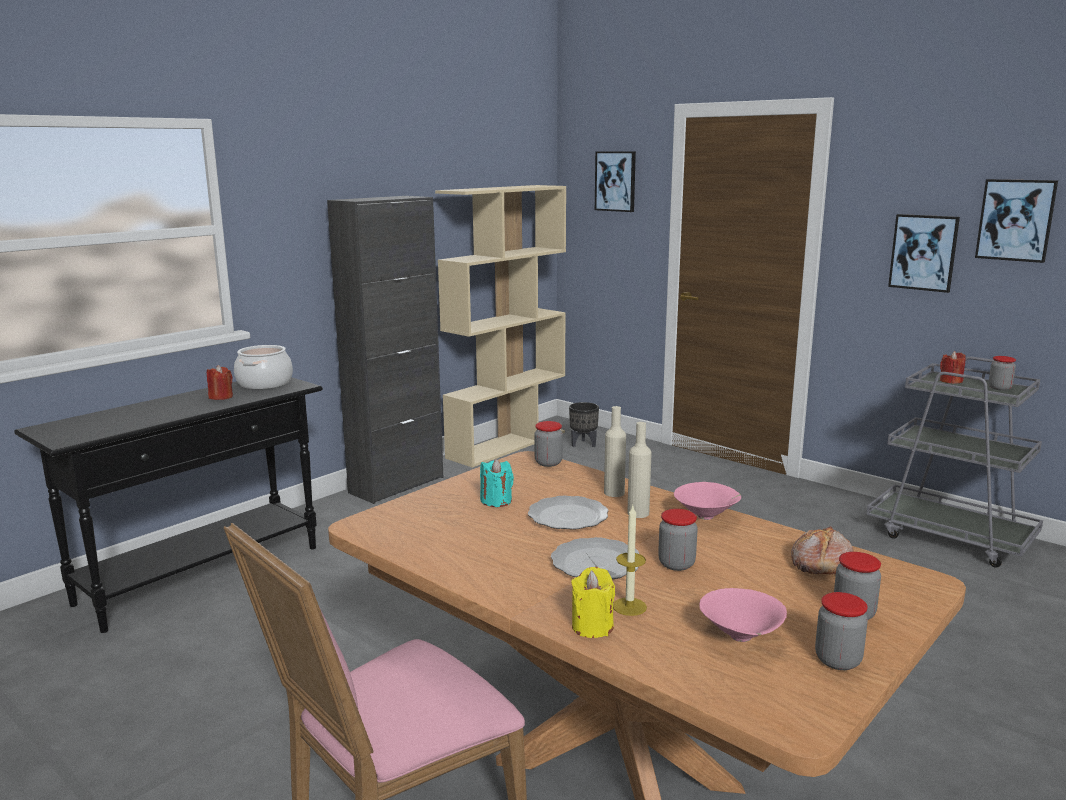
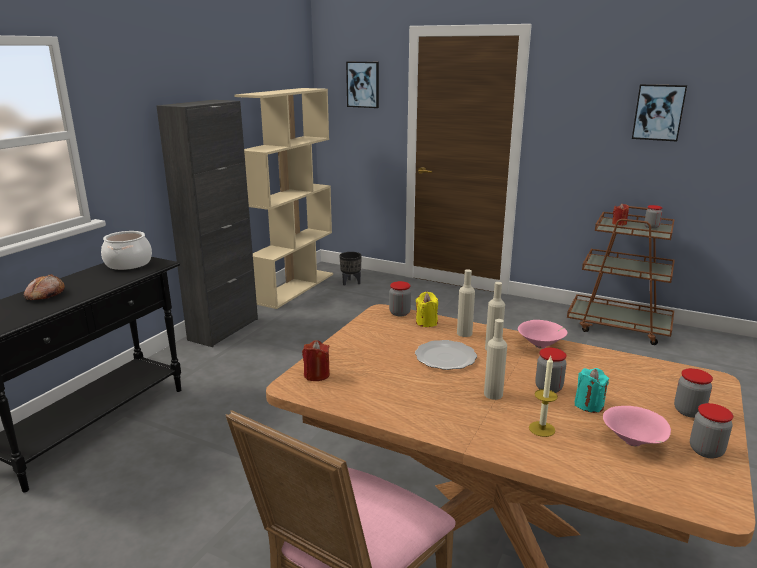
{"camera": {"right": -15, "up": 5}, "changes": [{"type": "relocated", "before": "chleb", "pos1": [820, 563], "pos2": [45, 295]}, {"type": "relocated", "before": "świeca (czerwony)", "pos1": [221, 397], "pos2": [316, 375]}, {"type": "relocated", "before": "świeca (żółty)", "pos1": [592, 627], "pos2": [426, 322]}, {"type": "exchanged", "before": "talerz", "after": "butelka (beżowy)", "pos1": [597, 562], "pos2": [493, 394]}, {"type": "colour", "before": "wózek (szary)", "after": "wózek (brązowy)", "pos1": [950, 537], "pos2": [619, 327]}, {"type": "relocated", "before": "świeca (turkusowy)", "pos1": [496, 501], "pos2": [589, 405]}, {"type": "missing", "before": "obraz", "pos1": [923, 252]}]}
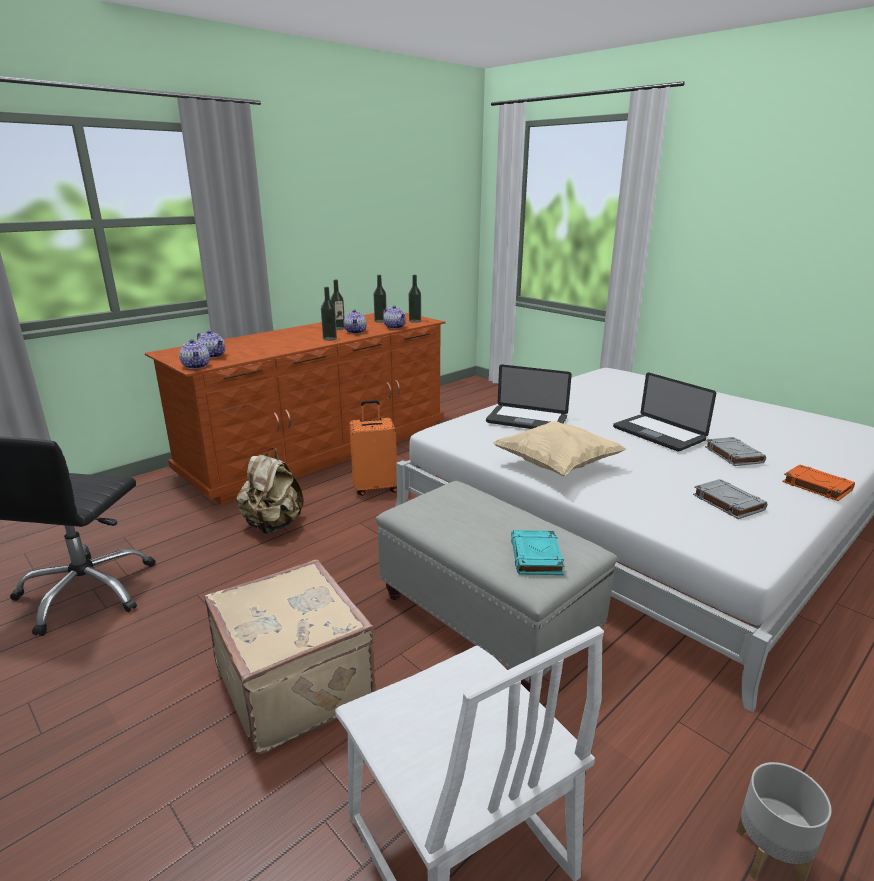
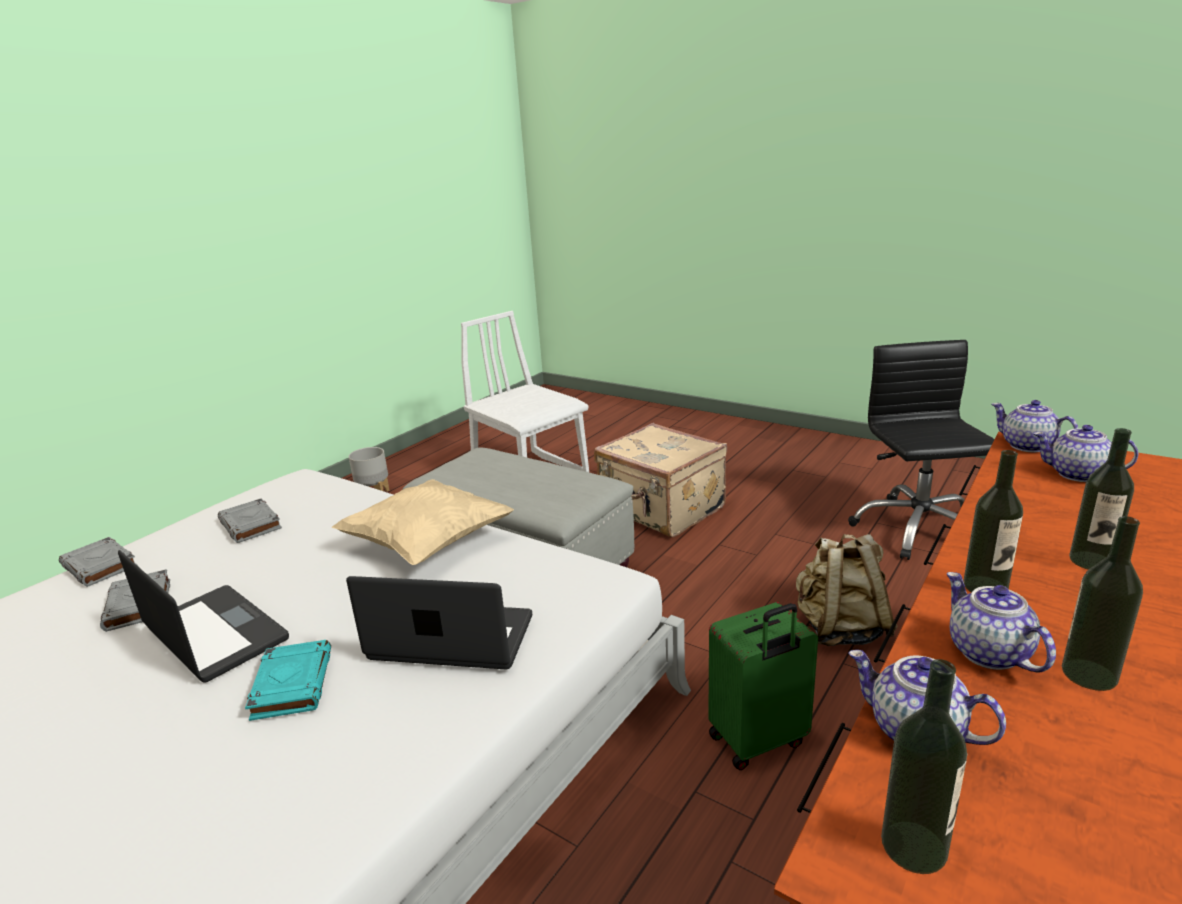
{"camera": {"right": 170, "up": 0}, "changes": [{"type": "colour", "before": "książka (pomarańczowy)", "after": "książka (szary)", "pos1": [816, 486], "pos2": [100, 566]}, {"type": "relocated", "before": "książka (turkusowy)", "pos1": [536, 557], "pos2": [292, 684]}, {"type": "colour", "before": "walizka (pomarańczowy)", "after": "walizka (zielony)", "pos1": [375, 487], "pos2": [758, 741]}, {"type": "relocated", "before": "butelka", "pos1": [380, 321], "pos2": [1091, 561]}]}
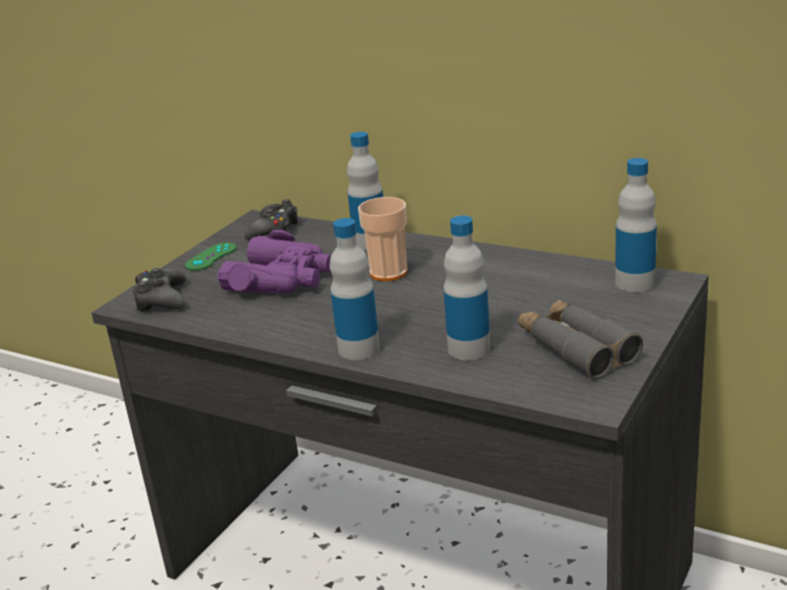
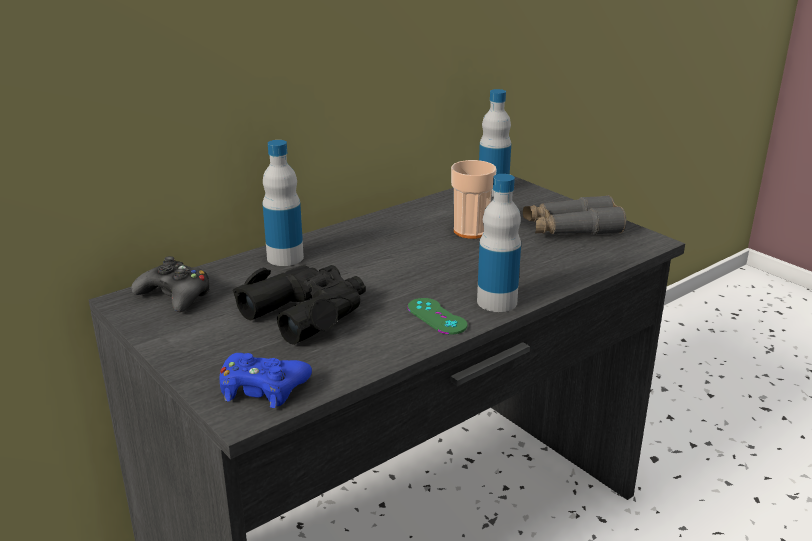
{"camera": {"right": -70, "up": 0}, "changes": [{"type": "colour", "before": "pad do gier (czarny)", "after": "pad do gier (niebieski)", "pos1": [161, 300], "pos2": [262, 388]}, {"type": "colour", "before": "lornetka (fioletowy)", "after": "lornetka (czarny)", "pos1": [282, 279], "pos2": [307, 312]}, {"type": "relocated", "before": "pad do gier (zielony)", "pos1": [211, 257], "pos2": [437, 316]}, {"type": "relocated", "before": "filiżanka", "pos1": [388, 273], "pos2": [471, 231]}, {"type": "missing", "before": "butelka", "pos1": [469, 349]}]}
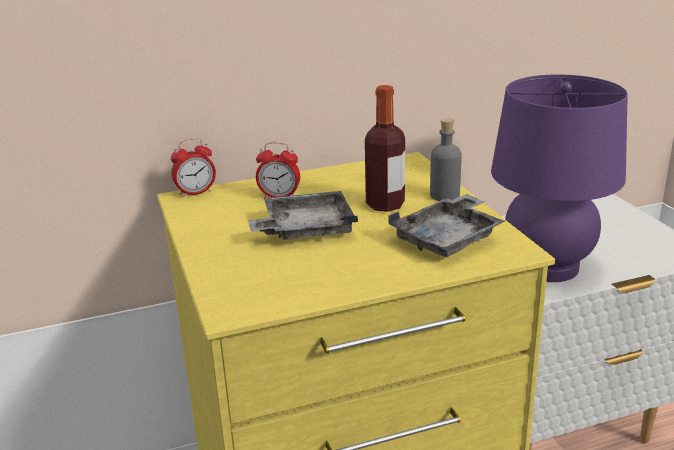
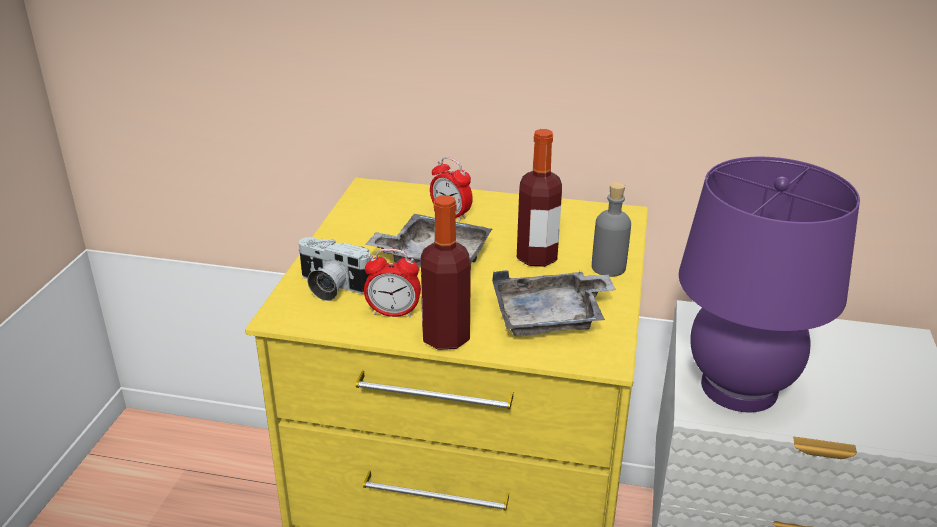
{"camera": {"right": 30, "up": 5}, "changes": [{"type": "appeared", "after": "aparat fotograficzny", "pos2": [331, 287]}, {"type": "relocated", "before": "budzik", "pos1": [196, 193], "pos2": [393, 313]}, {"type": "appeared", "after": "butelka", "pos2": [445, 337]}]}
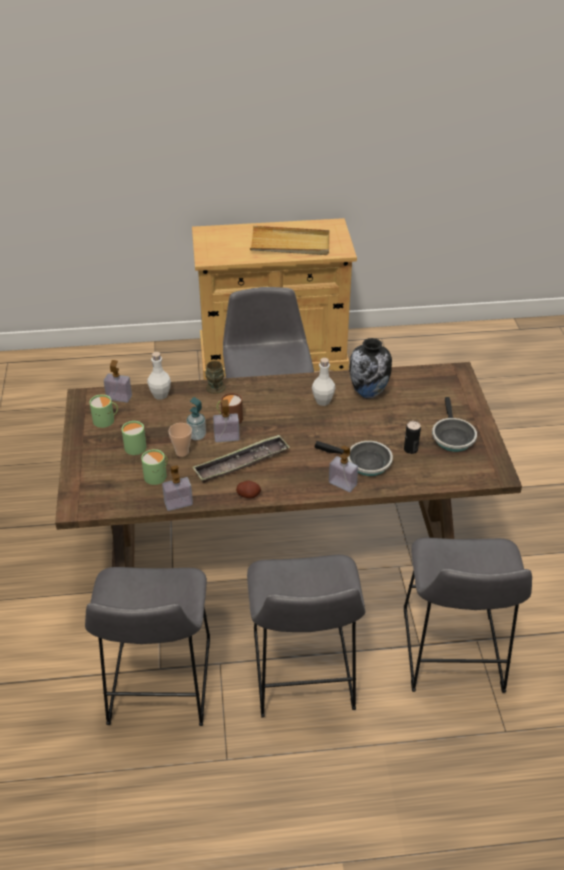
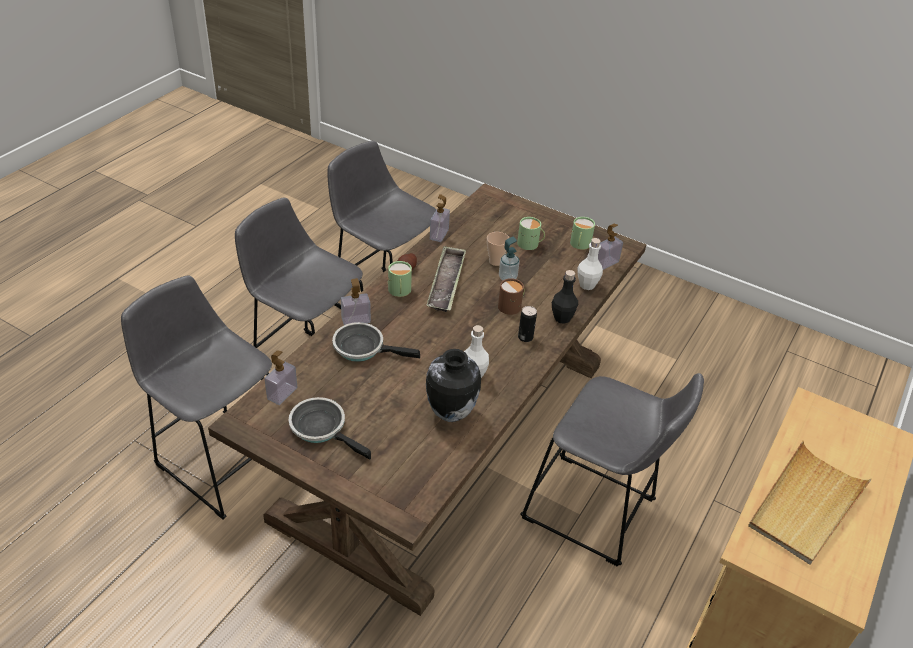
{"camera": {"right": 125, "up": 0}, "changes": [{"type": "relocated", "before": "dozownik mydła", "pos1": [226, 437], "pos2": [282, 393]}, {"type": "spun", "before": "patelnia", "pos1": [364, 462], "pos2": [363, 348], "turn": 45}, {"type": "relocated", "before": "kubek (zielony)", "pos1": [157, 475], "pos2": [399, 291]}, {"type": "relocated", "before": "puszka", "pos1": [410, 449], "pos2": [525, 337]}, {"type": "exchanged", "before": "kubek (brązowy)", "after": "butelka (czarny)", "pos1": [215, 390], "pos2": [562, 318]}]}
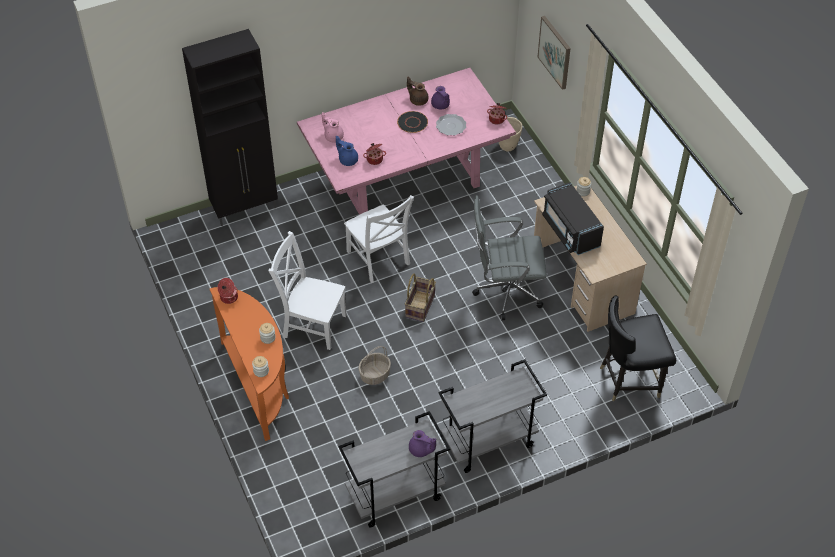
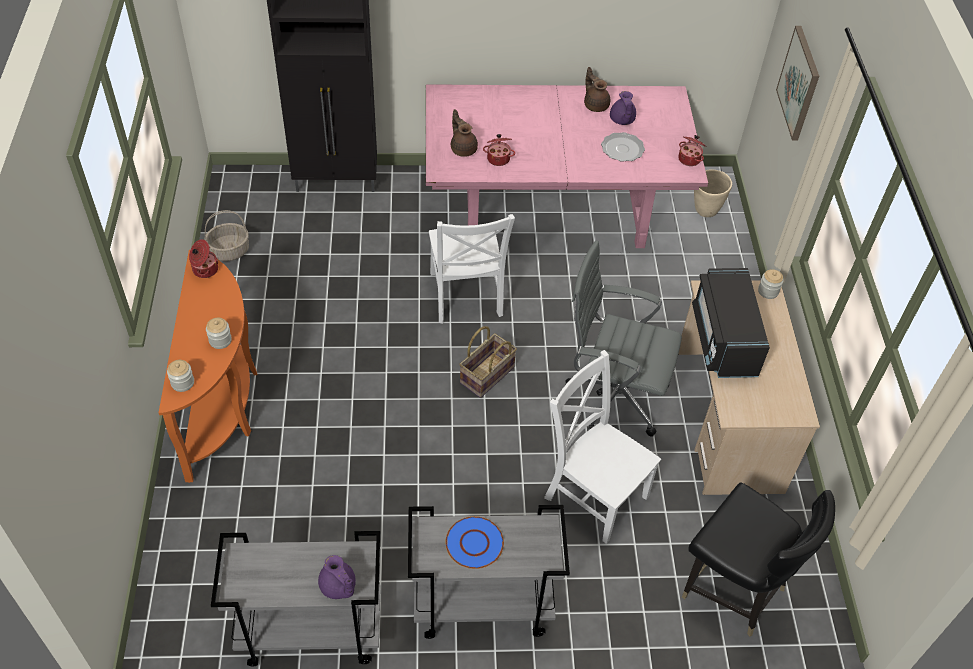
{"camera": {"right": 20, "up": 0}, "changes": [{"type": "relocated", "before": "koszyk", "pos1": [375, 374], "pos2": [229, 251]}, {"type": "appeared", "after": "talerz (niebieski)", "pos2": [474, 543]}, {"type": "colour", "before": "imbryk (niebieski)", "after": "imbryk (brązowy)", "pos1": [347, 160], "pos2": [463, 148]}, {"type": "relocated", "before": "krzesło (biały)", "pos1": [312, 324], "pos2": [593, 493]}, {"type": "spun", "before": "krzesło (czarny)", "pos1": [629, 379], "pos2": [734, 589], "turn": -150}, {"type": "missing", "before": "imbryk (różowy)", "pos1": [333, 136]}, {"type": "missing", "before": "talerz (czarny)", "pos1": [412, 122]}]}
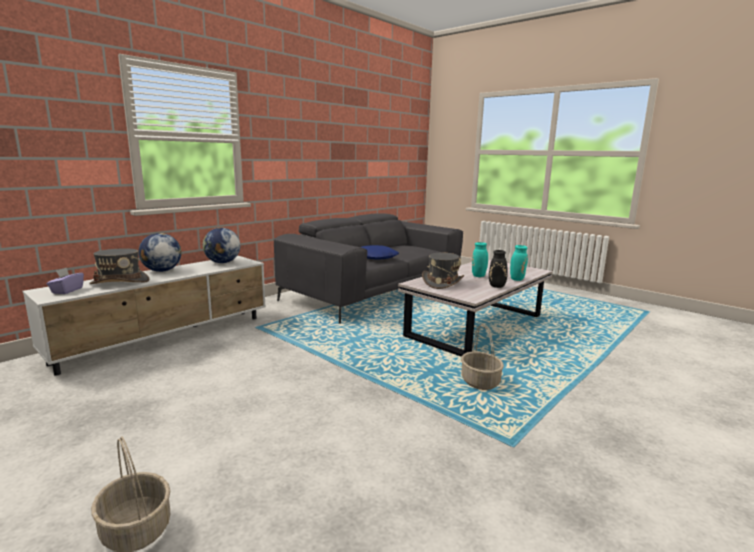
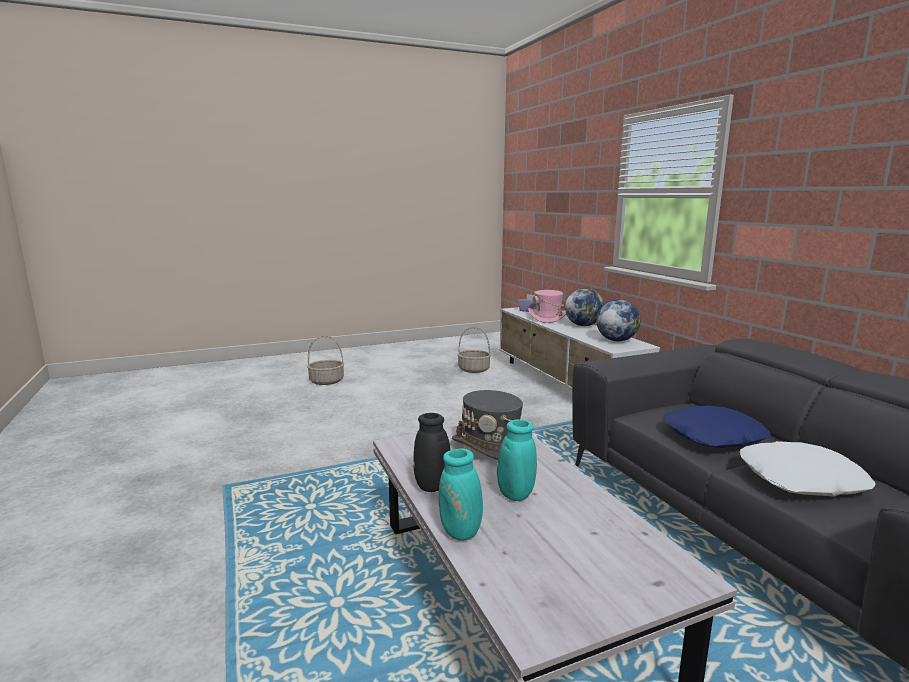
{"camera": {"right": 115, "up": 0}, "changes": [{"type": "relocated", "before": "koszyk", "pos1": [480, 382], "pos2": [473, 369]}, {"type": "colour", "before": "kapelusz (szary)", "after": "kapelusz (różowy)", "pos1": [120, 282], "pos2": [547, 318]}, {"type": "appeared", "after": "poduszka (biały)", "pos2": [801, 480]}]}
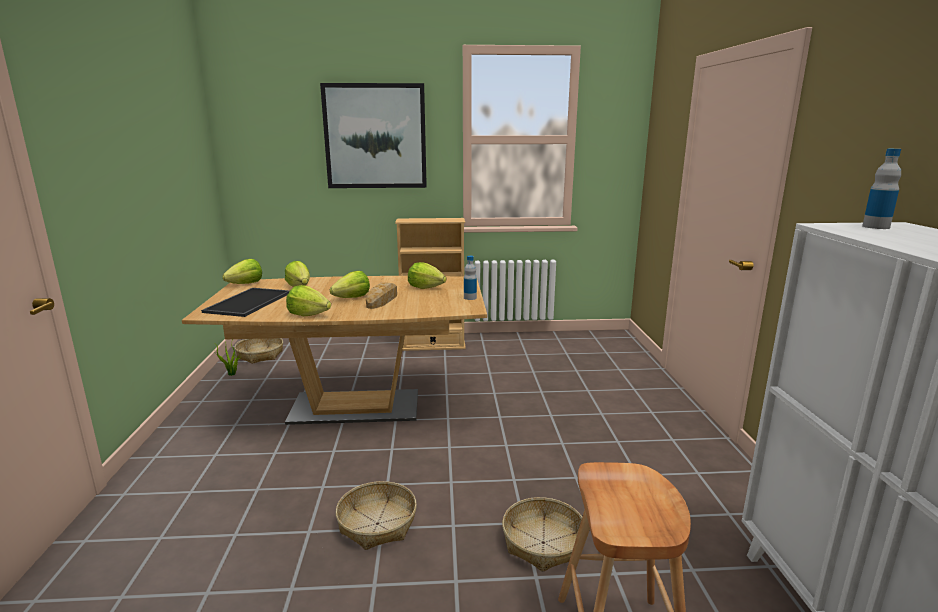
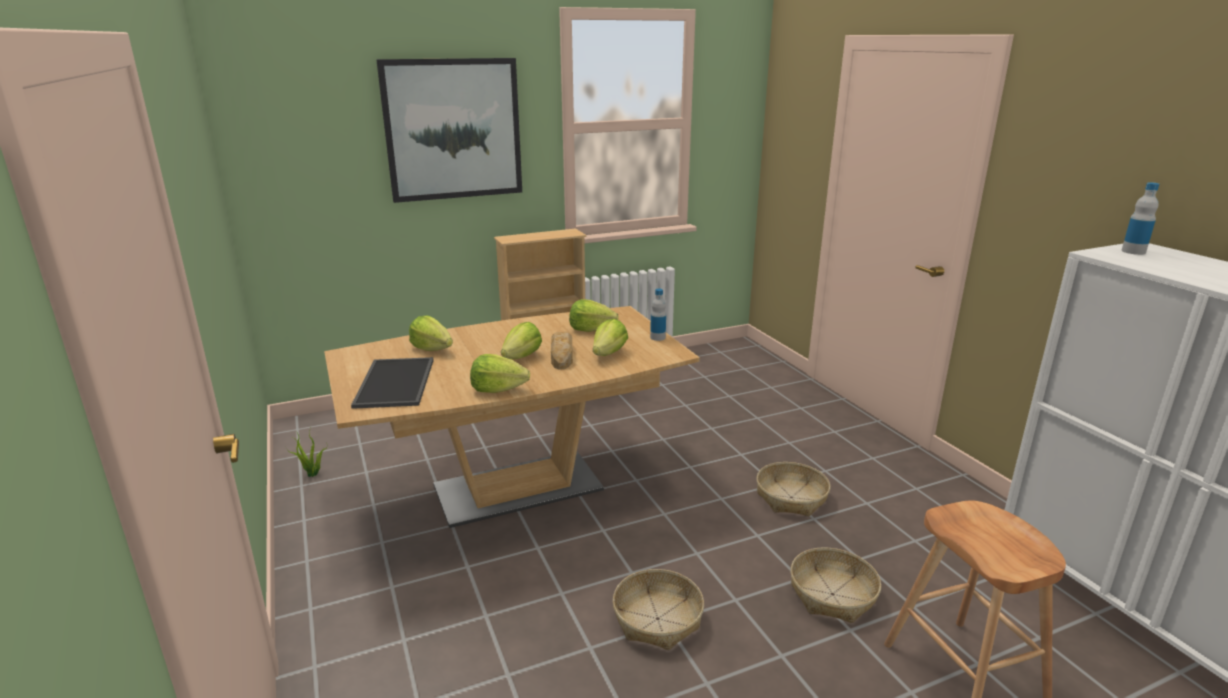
{"camera": {"right": -20, "up": 5}, "changes": [{"type": "relocated", "before": "sałata", "pos1": [246, 284], "pos2": [608, 354]}, {"type": "relocated", "before": "koszyk", "pos1": [260, 355], "pos2": [791, 498]}]}
